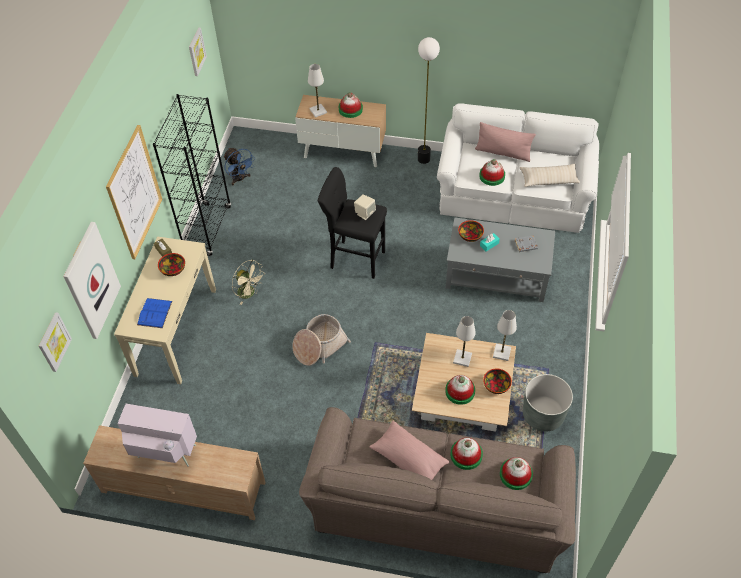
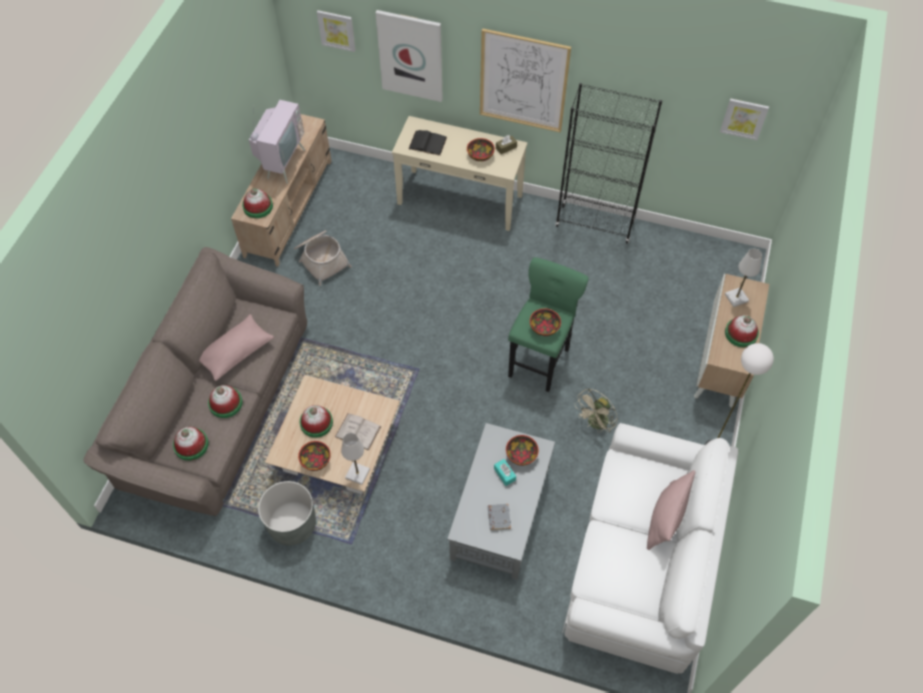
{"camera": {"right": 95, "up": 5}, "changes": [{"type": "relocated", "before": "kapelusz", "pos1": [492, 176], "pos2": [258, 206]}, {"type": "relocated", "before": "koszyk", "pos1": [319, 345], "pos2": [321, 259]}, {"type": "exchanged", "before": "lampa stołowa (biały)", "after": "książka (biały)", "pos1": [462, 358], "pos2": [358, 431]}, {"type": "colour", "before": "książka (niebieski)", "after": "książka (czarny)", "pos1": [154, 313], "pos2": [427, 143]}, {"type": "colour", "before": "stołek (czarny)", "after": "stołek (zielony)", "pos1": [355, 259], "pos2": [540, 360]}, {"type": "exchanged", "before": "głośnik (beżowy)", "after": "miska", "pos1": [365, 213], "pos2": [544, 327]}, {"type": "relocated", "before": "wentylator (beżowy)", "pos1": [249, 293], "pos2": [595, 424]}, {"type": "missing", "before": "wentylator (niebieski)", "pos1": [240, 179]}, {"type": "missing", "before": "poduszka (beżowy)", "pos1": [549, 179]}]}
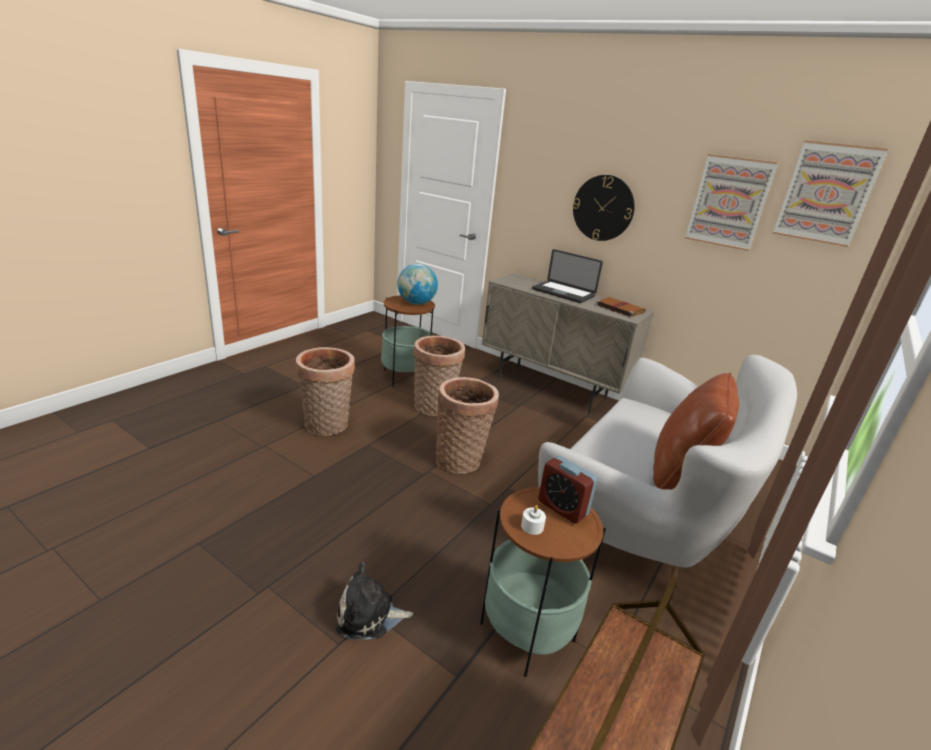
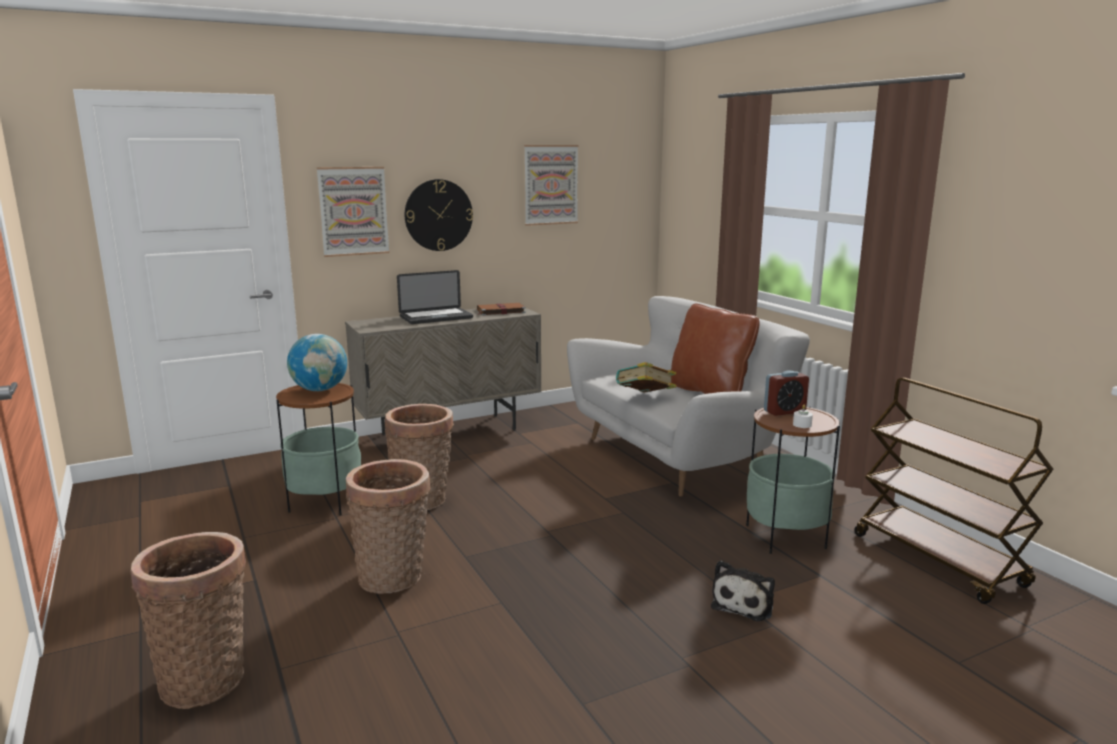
{"camera": {"right": -60, "up": -10}, "changes": [{"type": "relocated", "before": "koszyk", "pos1": [461, 460], "pos2": [206, 678]}, {"type": "relocated", "before": "obraz", "pos1": [826, 193], "pos2": [353, 211]}, {"type": "appeared", "after": "książka", "pos2": [645, 398]}]}
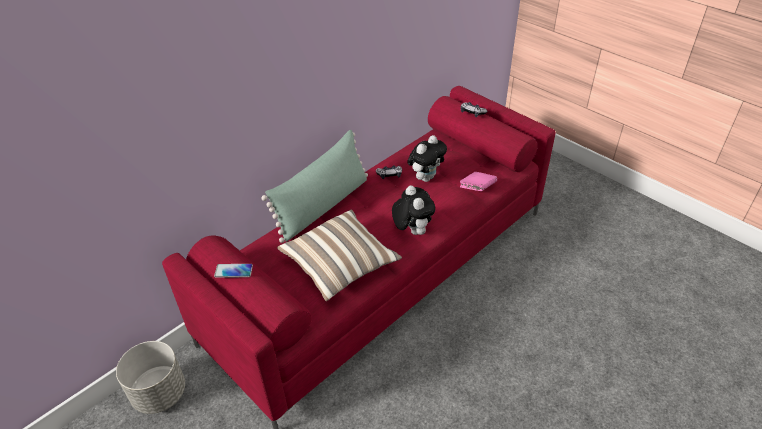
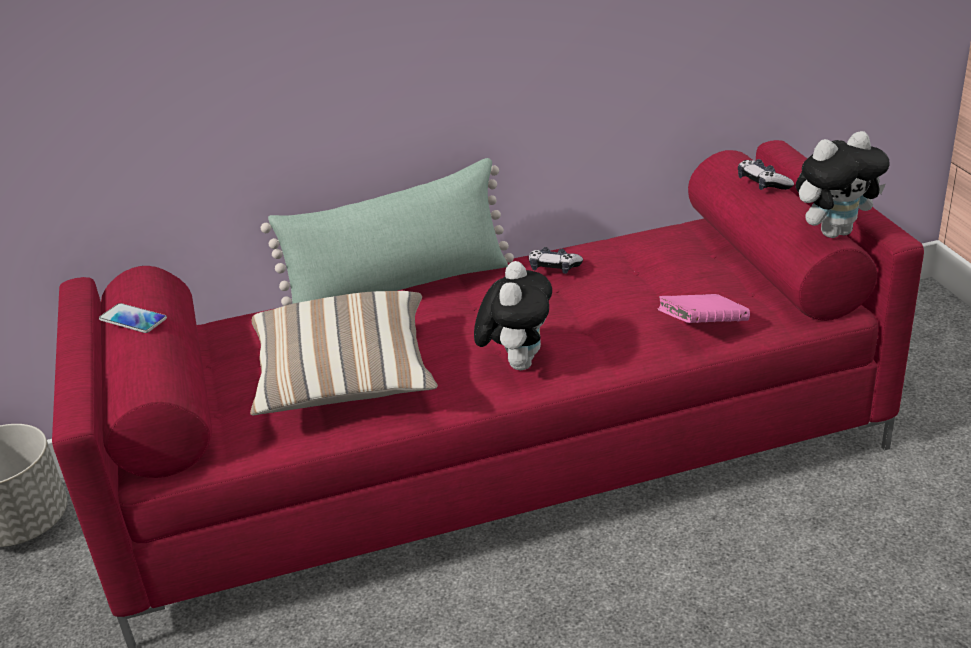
{"camera": {"right": 30, "up": -10}, "changes": [{"type": "relocated", "before": "pluszak", "pos1": [426, 177], "pos2": [834, 231]}]}
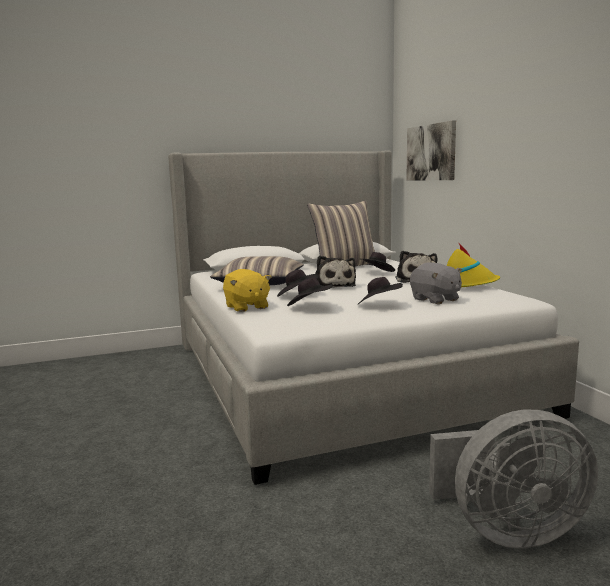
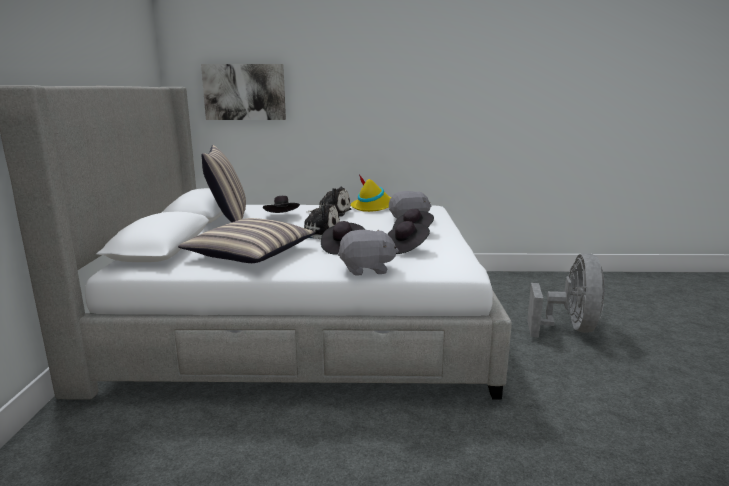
{"camera": {"right": -70, "up": 5}, "changes": [{"type": "colour", "before": "pluszak (żółty)", "after": "pluszak (szary)", "pos1": [246, 307], "pos2": [367, 269]}]}
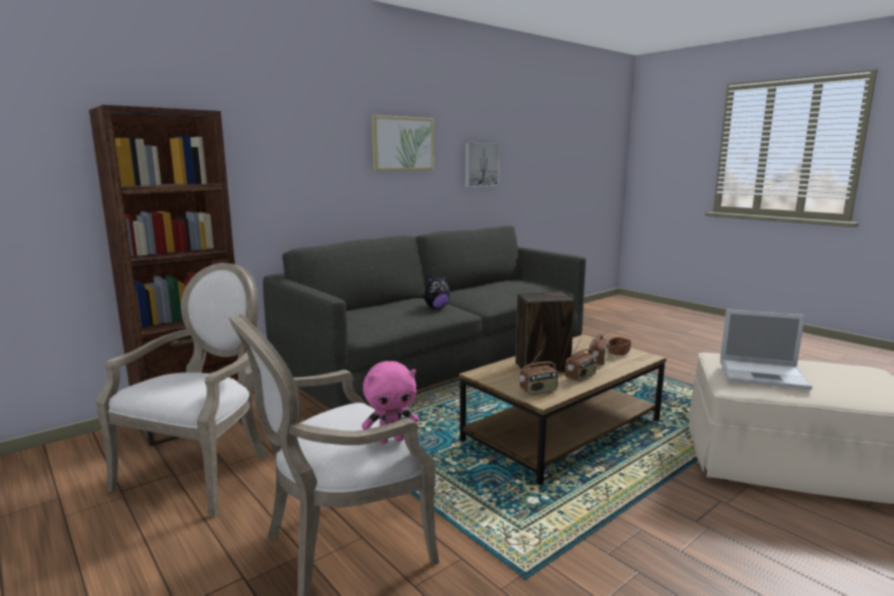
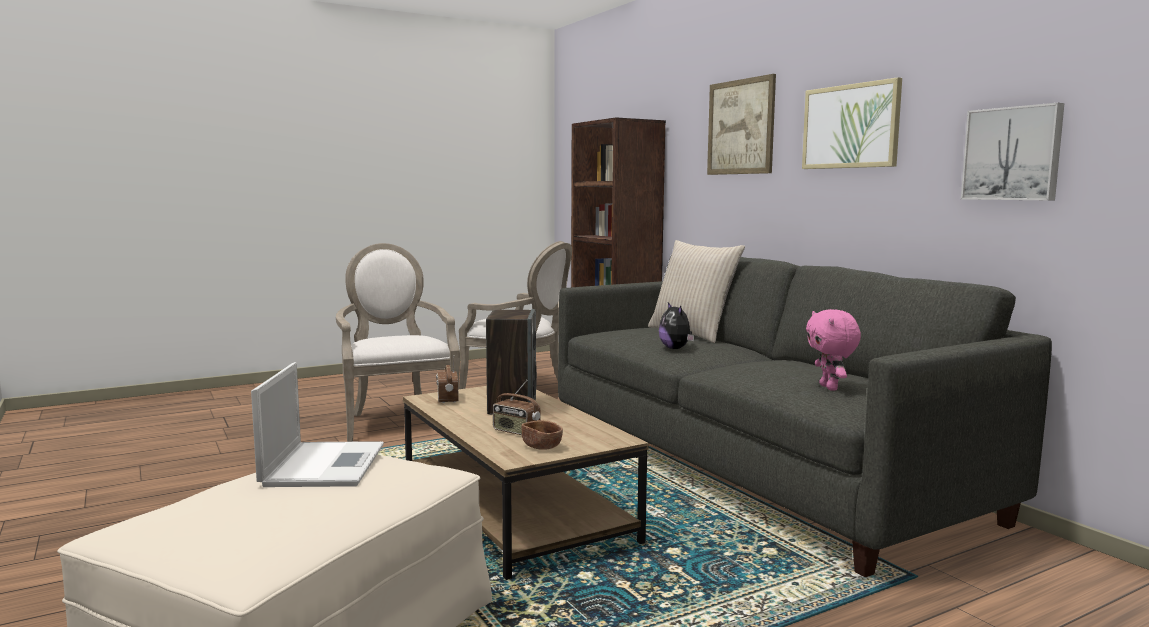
{"camera": {"right": 100, "up": -5}, "changes": [{"type": "spun", "before": "laptop", "pos1": [764, 374], "pos2": [324, 464], "turn": 150}, {"type": "appeared", "after": "poduszka (beżowy)", "pos2": [692, 333]}, {"type": "appeared", "after": "obraz", "pos2": [740, 127]}, {"type": "relocated", "before": "pluszak (różowy)", "pos1": [391, 440], "pos2": [830, 388]}, {"type": "missing", "before": "radio", "pos1": [580, 377]}]}
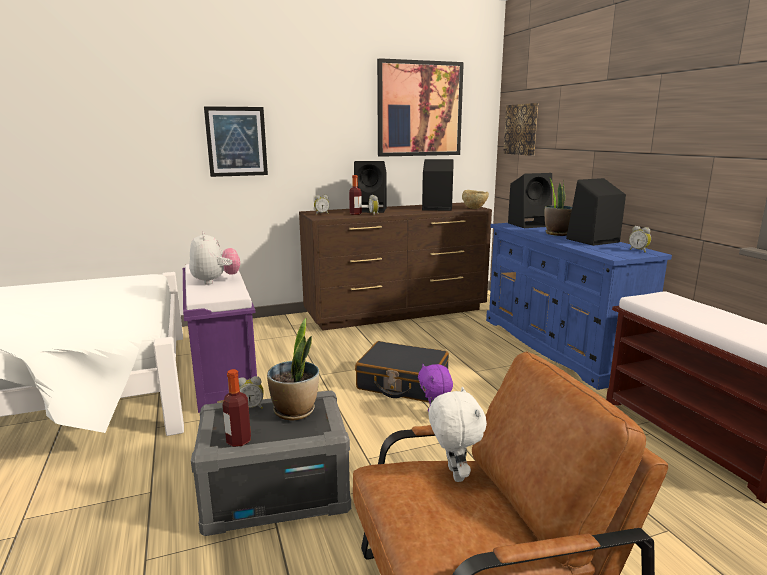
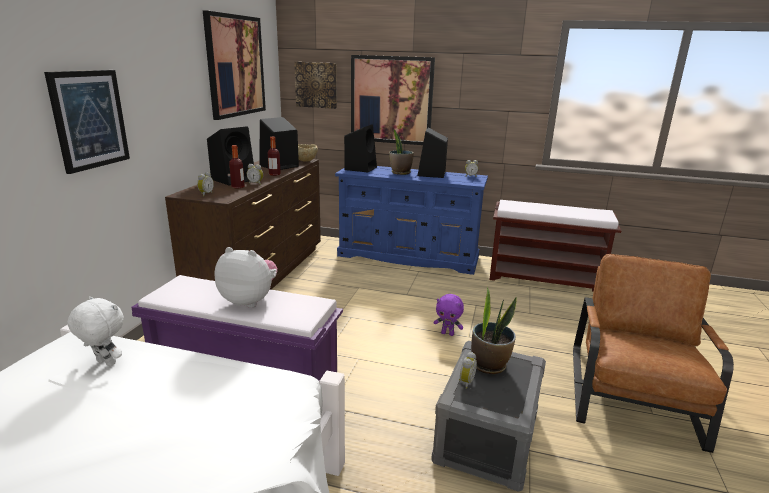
{"camera": {"right": -55, "up": 5}, "changes": [{"type": "relocated", "before": "pluszak (biały)", "pos1": [453, 474], "pos2": [104, 363]}, {"type": "relocated", "before": "butelka", "pos1": [238, 441], "pos2": [274, 174]}, {"type": "appeared", "after": "obraz", "pos2": [391, 100]}, {"type": "missing", "before": "walizka (czarny)", "pos1": [402, 383]}]}
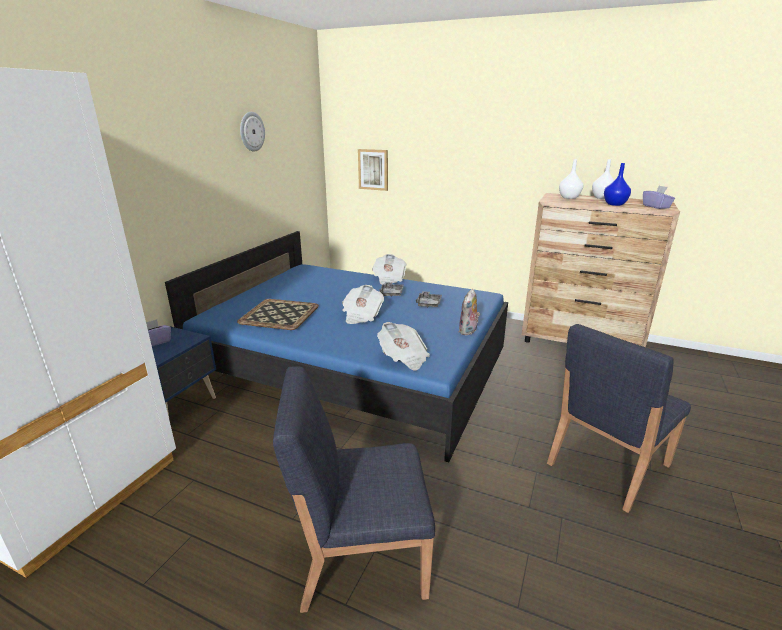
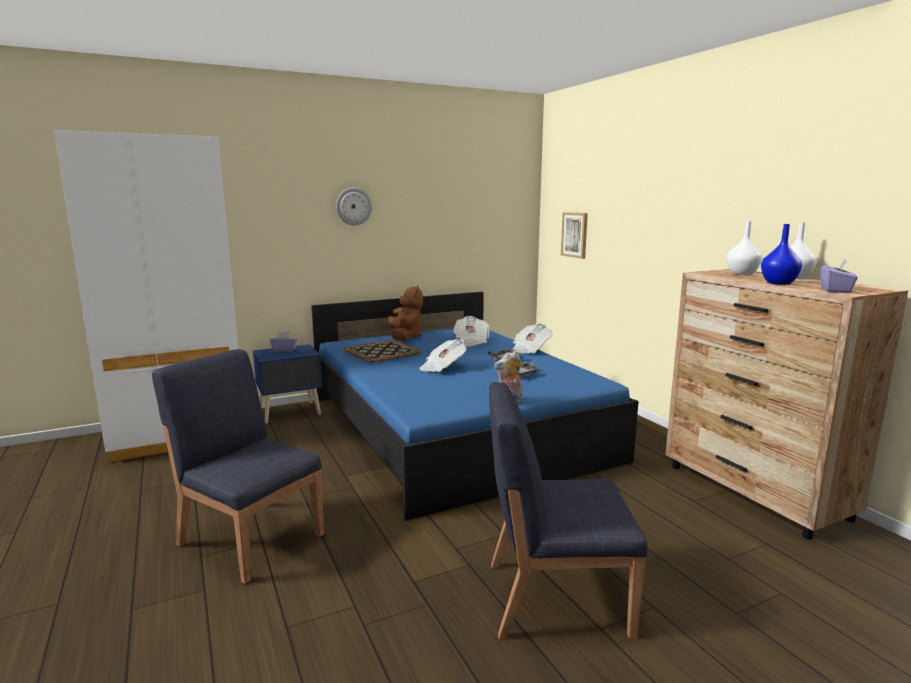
{"camera": {"right": 40, "up": -10}, "changes": [{"type": "relocated", "before": "zegar ścienny", "pos1": [251, 131], "pos2": [353, 206]}, {"type": "appeared", "after": "pluszak (brązowy)", "pos2": [405, 337]}, {"type": "relocated", "before": "gazeta", "pos1": [403, 358], "pos2": [471, 341]}]}
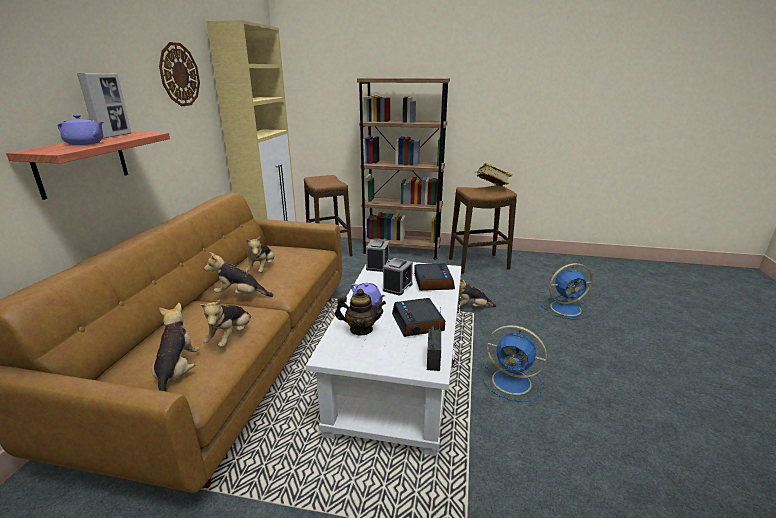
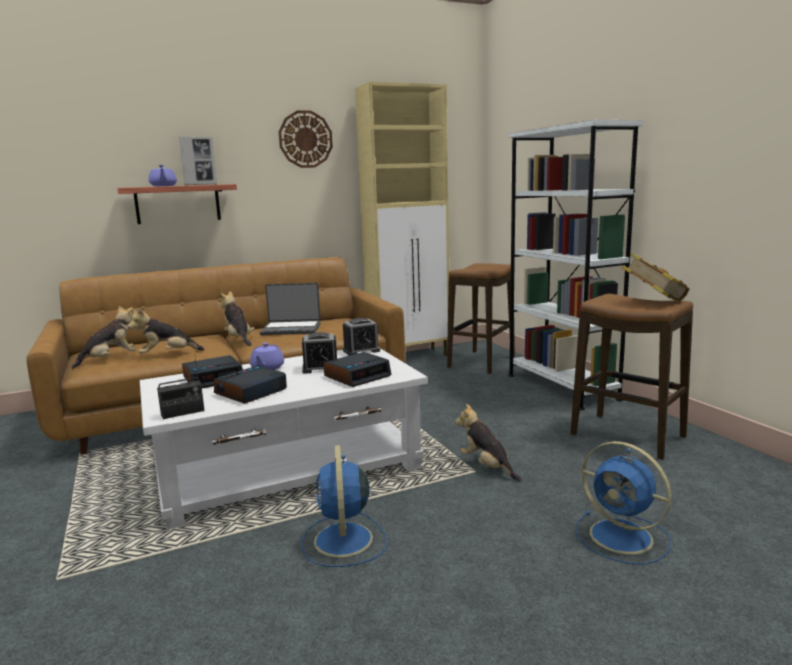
{"camera": {"right": 55, "up": -10}, "changes": [{"type": "exchanged", "before": "imbryk", "after": "budzik", "pos1": [361, 329], "pos2": [213, 378]}, {"type": "exchanged", "before": "pluszak", "after": "laptop", "pos1": [262, 269], "pos2": [291, 329]}, {"type": "colour", "before": "regał (brązowy)", "after": "regał (biały)", "pos1": [402, 250], "pos2": [561, 387]}]}
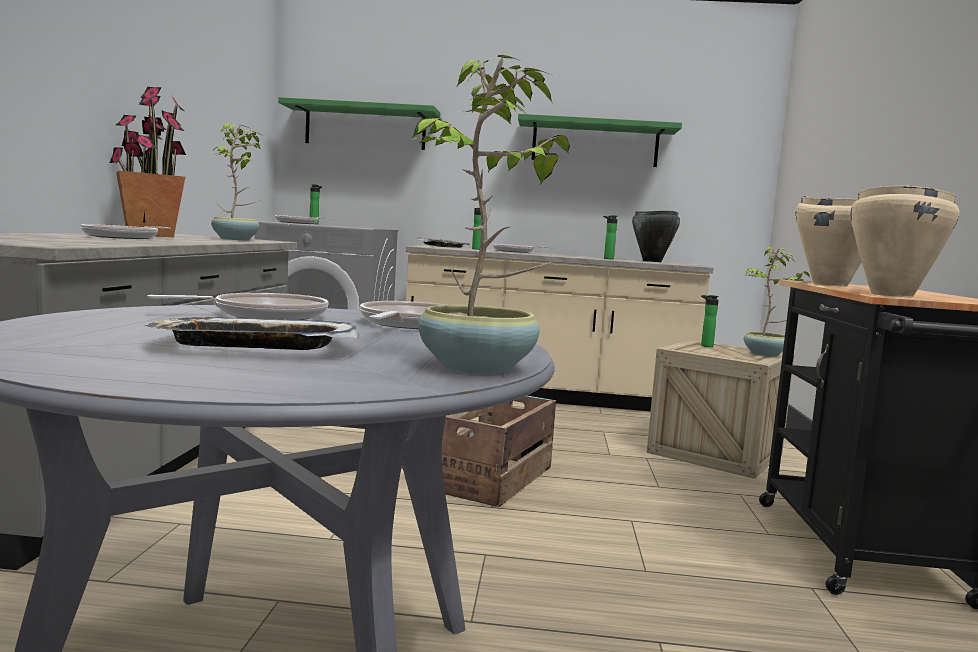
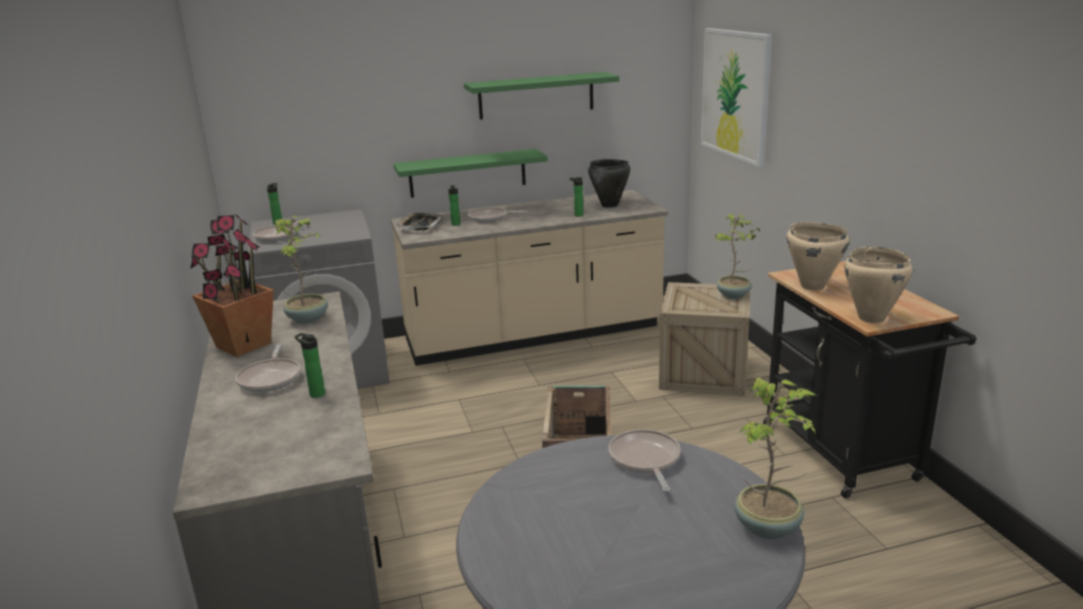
{"camera": {"right": -20, "up": 15}, "changes": [{"type": "relocated", "before": "butelka", "pos1": [705, 346], "pos2": [315, 394]}, {"type": "relocated", "before": "półka (zielony)", "pos1": [365, 127], "pos2": [467, 173]}, {"type": "appeared", "after": "obraz", "pos2": [736, 94]}, {"type": "missing", "before": "taca", "pos1": [255, 346]}, {"type": "missing", "before": "patelnia", "pos1": [263, 315]}]}
